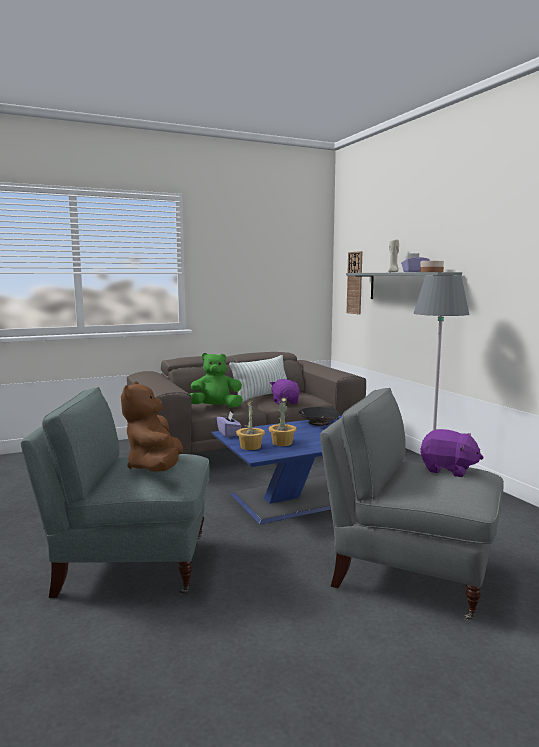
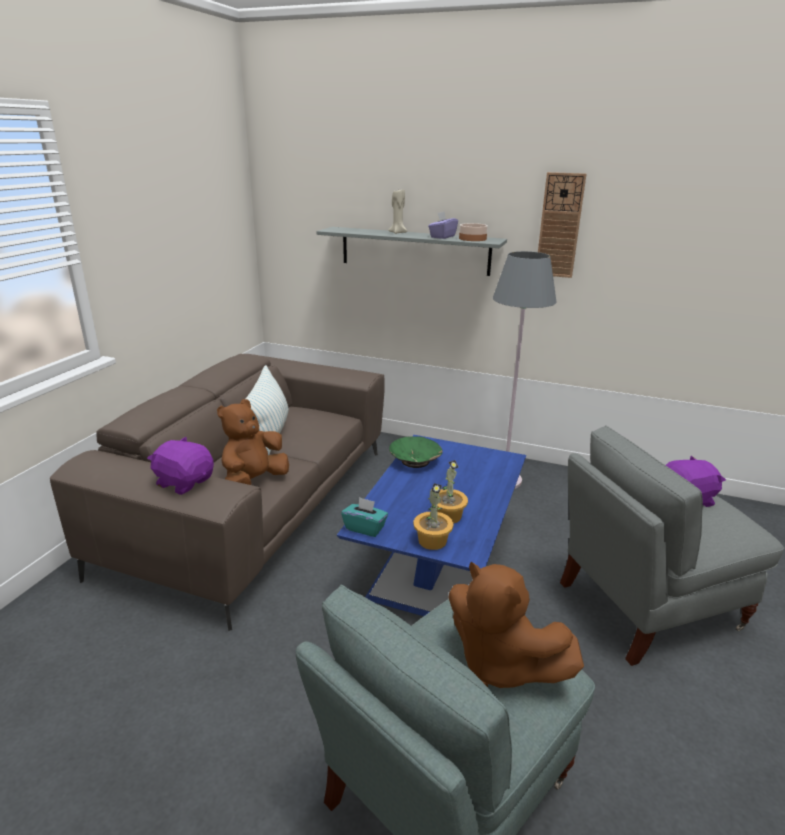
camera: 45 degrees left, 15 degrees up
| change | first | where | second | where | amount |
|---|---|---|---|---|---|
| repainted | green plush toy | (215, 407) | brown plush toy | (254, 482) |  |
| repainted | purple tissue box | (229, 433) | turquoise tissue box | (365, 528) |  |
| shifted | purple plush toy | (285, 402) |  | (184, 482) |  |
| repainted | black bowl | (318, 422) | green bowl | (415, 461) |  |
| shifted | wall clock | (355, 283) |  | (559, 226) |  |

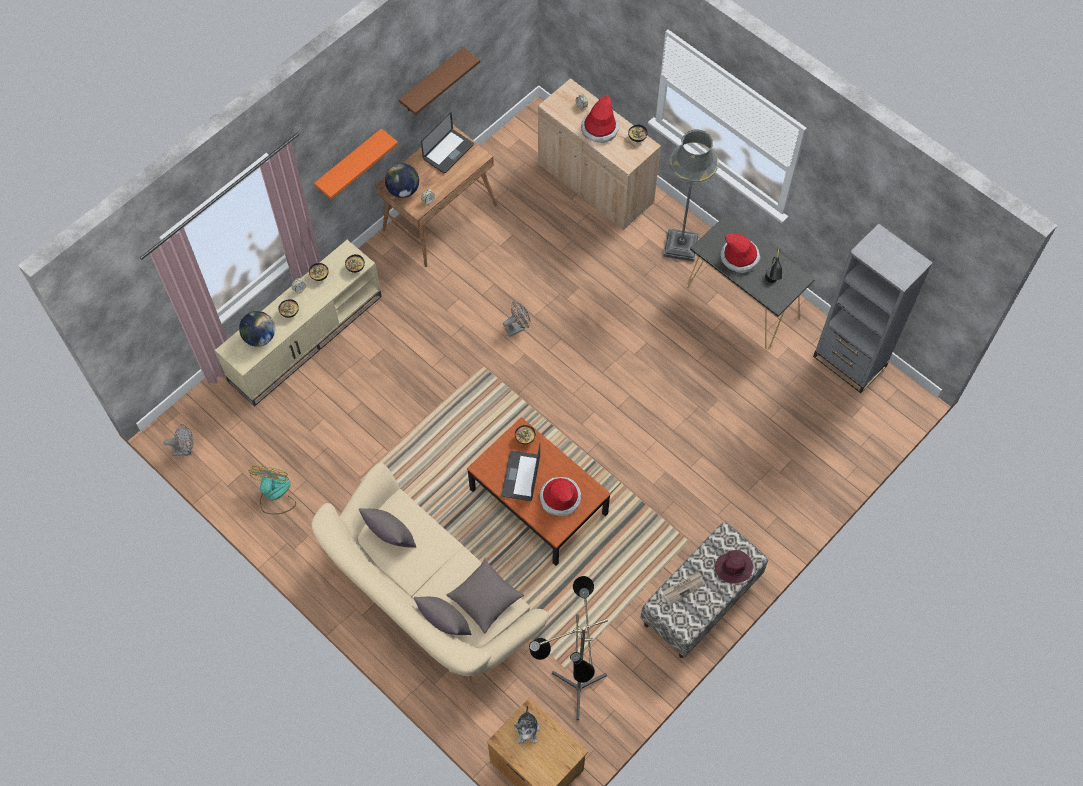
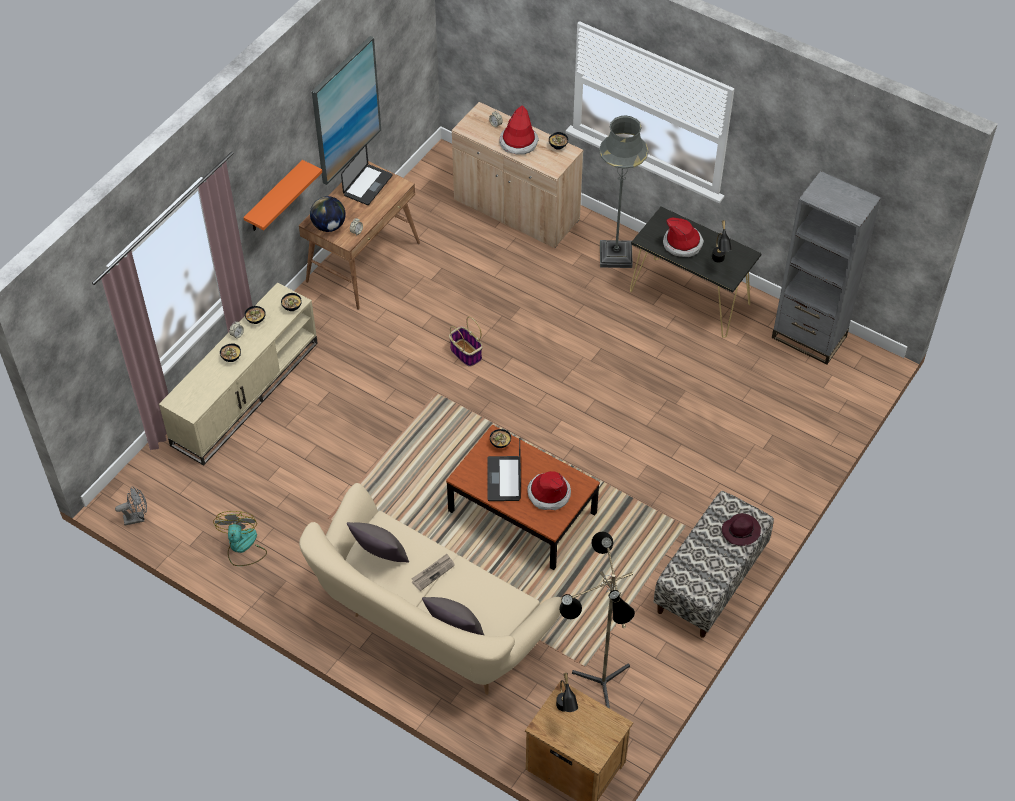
camera: 10 degrees left, 10 degrees down
| change | first | where | second | where | amount |
|---|---|---|---|---|---|
| gone | globe | (260, 337) |  |  |  |
| swapped | brown shelf | (432, 81) | picture | (346, 110) |  |
| gone | grey pillow | (485, 599) |  |  |  |
| swapped | grey fan | (517, 328) | basket | (465, 353) |  |
| swapped | plush toy | (527, 729) | black table lamp | (565, 711) |  |
| shifted | newspaper | (683, 588) |  | (433, 572) |  |

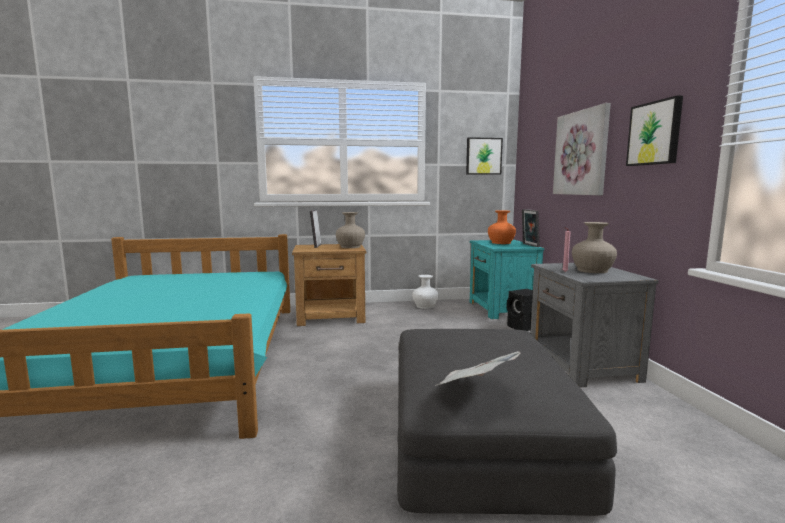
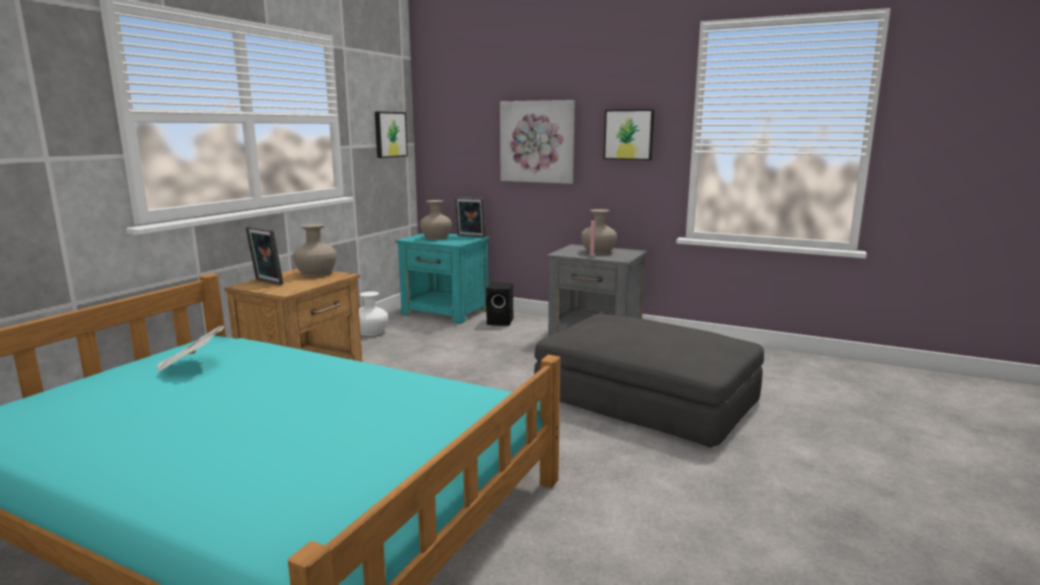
camera: 55 degrees left, 5 degrees up
| change | first | where | second | where | amount |
|---|---|---|---|---|---|
| shifted | newspaper | (475, 389) |  | (190, 366) |  |
| repainted | orange vase | (501, 242) | beige vase | (436, 237) |  |

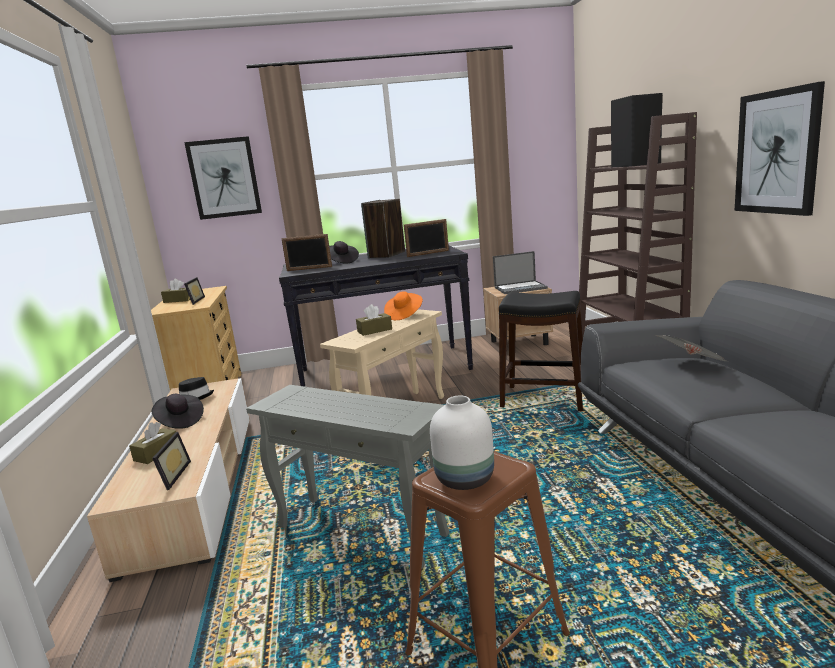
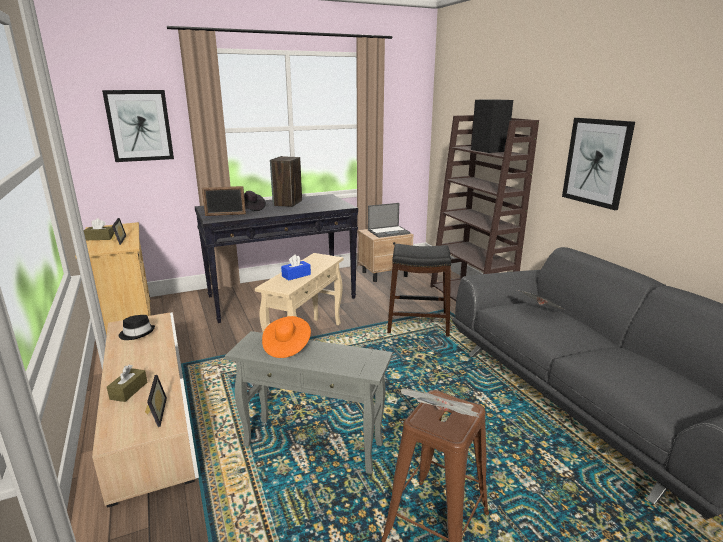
camera: 15 degrees left, 5 degrees up
| change | first | where | second | where | amount |
|---|---|---|---|---|---|
| gone | black hat | (180, 421) |  |  |  |
| repainted | brown tissue box | (374, 330) | blue tissue box | (296, 275) |  |
| shifted | orange hat | (404, 315) |  | (286, 346) |  |
| gone | picture frame | (428, 253) |  |  |  |
| swapped | white vase | (465, 478) | newspaper | (442, 420) |  |

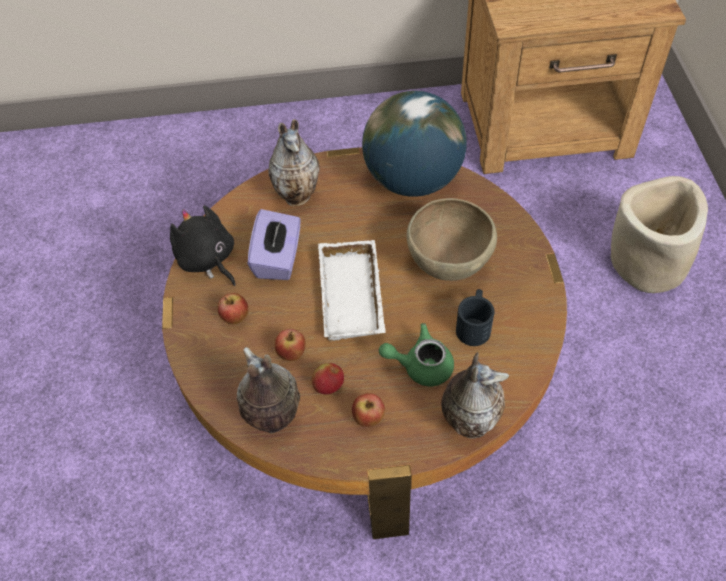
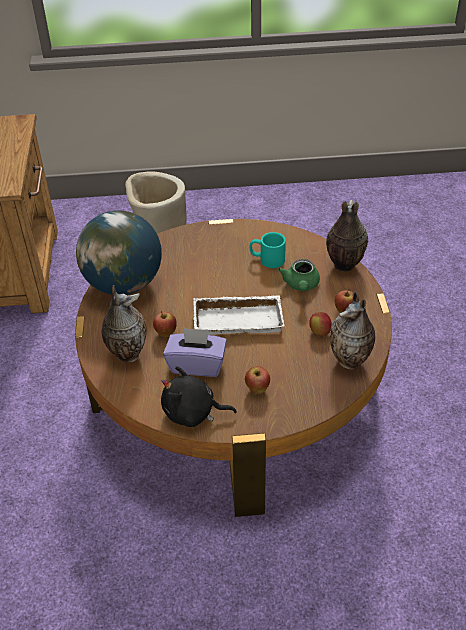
camera: 90 degrees left, 10 degrees down
| change | first | where | second | where | amount |
|---|---|---|---|---|---|
| rotated | black plush toy | (208, 260) |  | (193, 413) | 45 degrees clockwise |
| shifted | apple | (292, 354) |  | (165, 333) |  |
| gone | brown bowl | (448, 263) |  |  |  |
| repainted | black mug | (474, 324) | turquoise mug | (267, 259) |  |

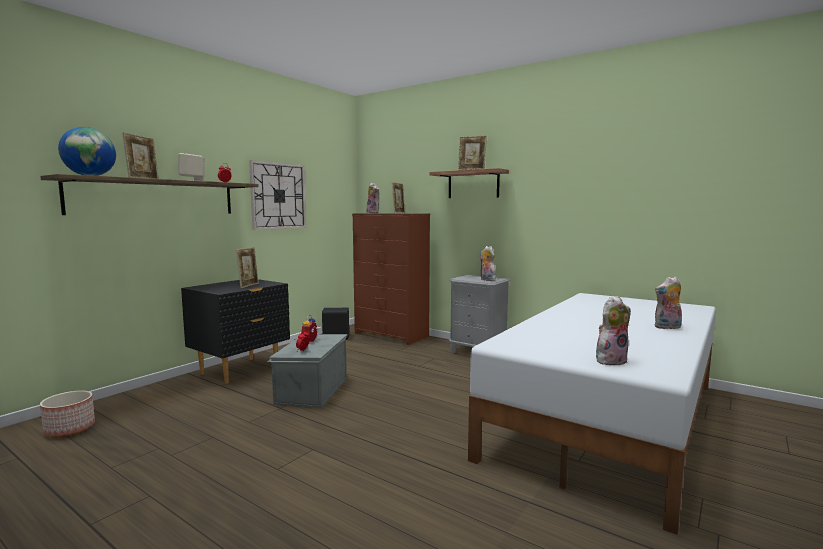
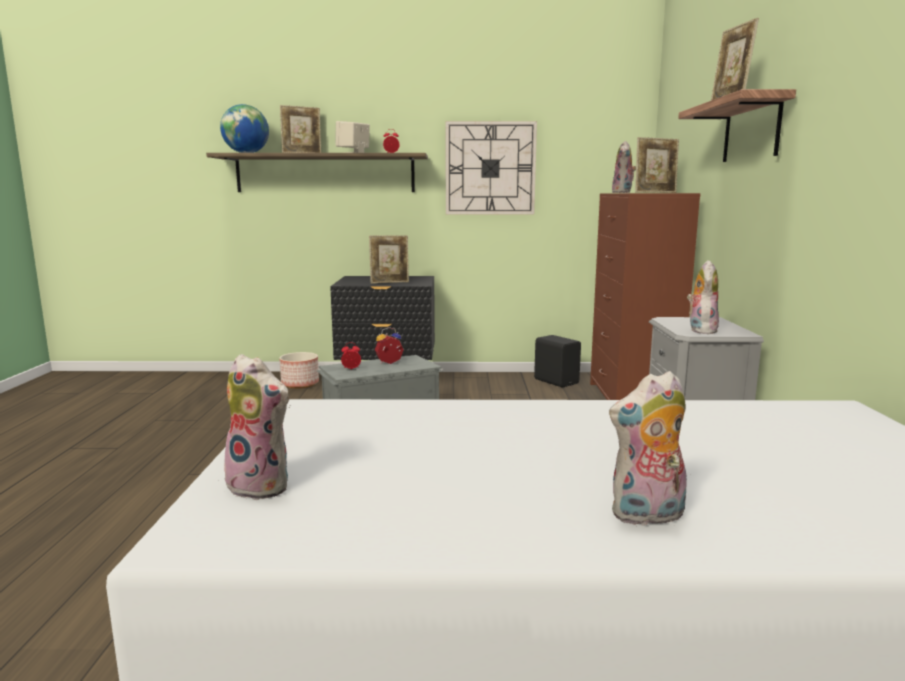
camera: 55 degrees right, 5 degrees up
| change | first | where | second | where | amount |
|---|---|---|---|---|---|
| shifted | planter | (70, 429) |  | (300, 384) |  |
| rotated | plush toy | (667, 327) |  | (647, 516) | 60 degrees counterclockwise |

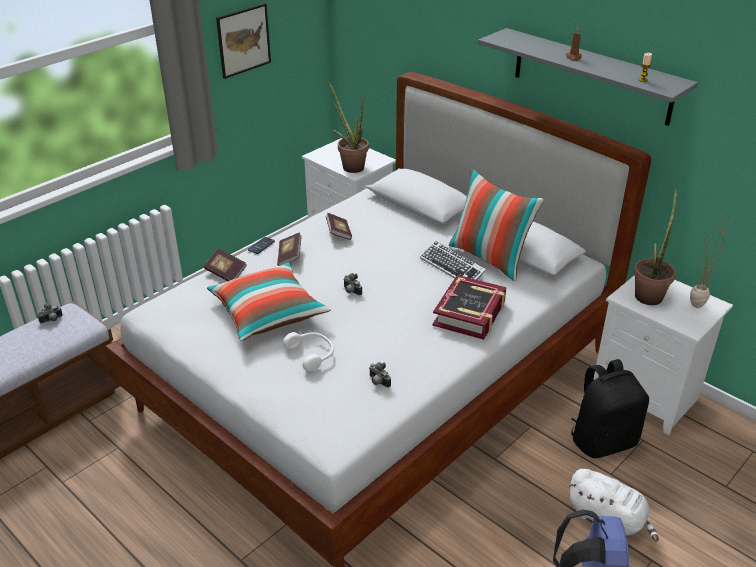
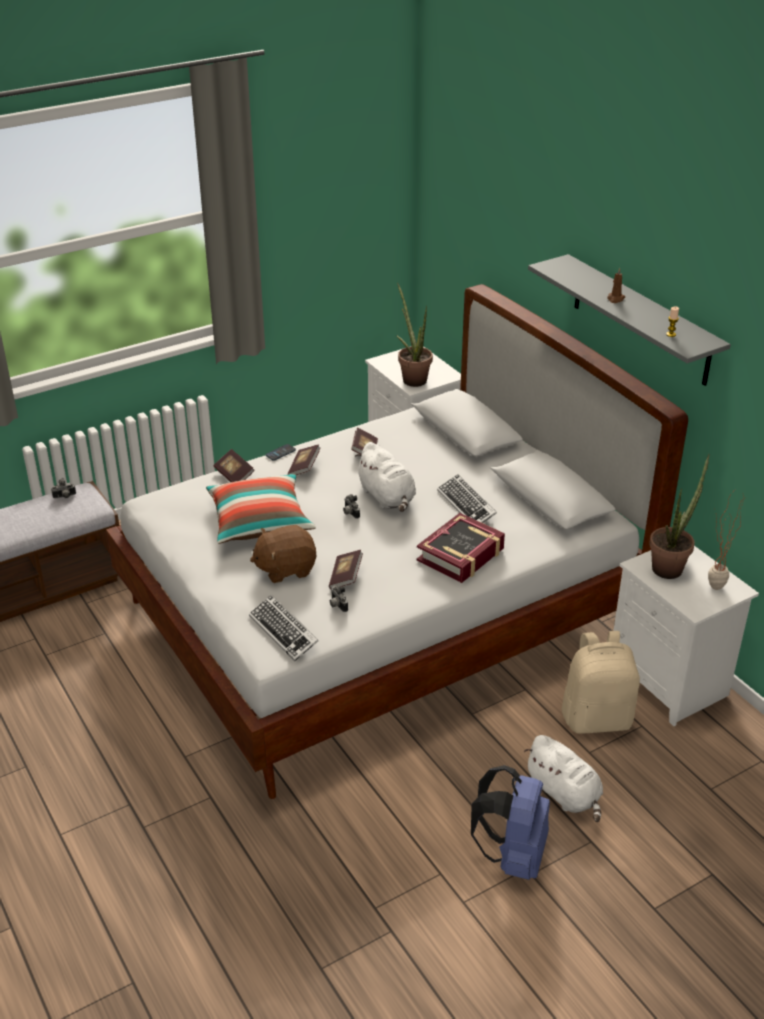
camera: 15 degrees right, 0 degrees up
| change | first | where | second | where | amount |
|---|---|---|---|---|---|
| gone | picture | (243, 40) |  |  |  |
| swapped | white headphones | (312, 354) | brown plush toy | (285, 568) |  |
| gone | pillow | (490, 258) |  |  |  |
| repainted | black backpack | (603, 440) | beige backpack | (597, 718) |  |
| new |  |  | keyboard | (283, 632) |  |
| new |  |  | book | (345, 577) |  |
| new |  |  | white plush toy | (387, 497) |  |

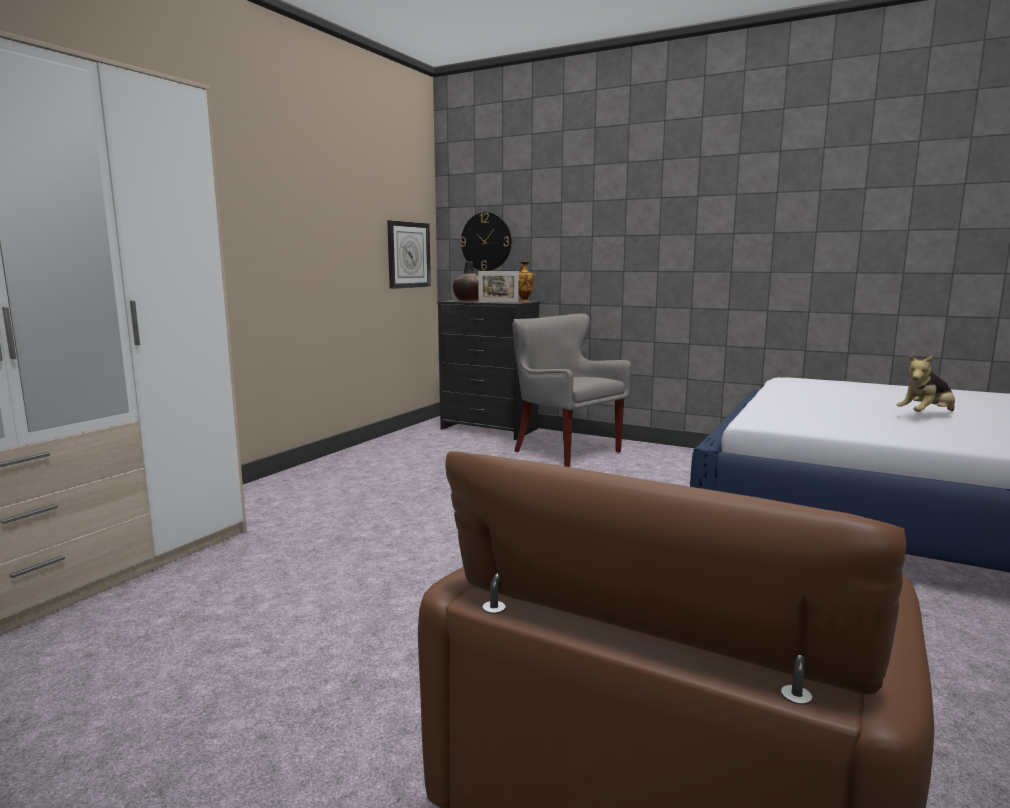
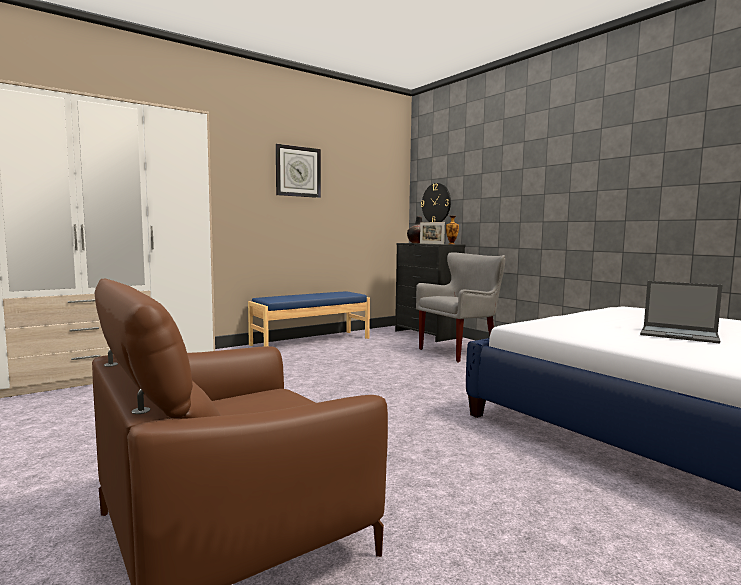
camera: 25 degrees right, 5 degrees down
| change | first | where | second | where | amount |
|---|---|---|---|---|---|
| shifted | wall clock | (408, 255) |  | (298, 171) |  |
| rotated | grey armchair | (564, 451) |  | (460, 352) | 75 degrees clockwise |
| swapped | plush toy | (926, 415) | laptop | (680, 335) |  |
| new |  |  | blue bench | (311, 341) |  |

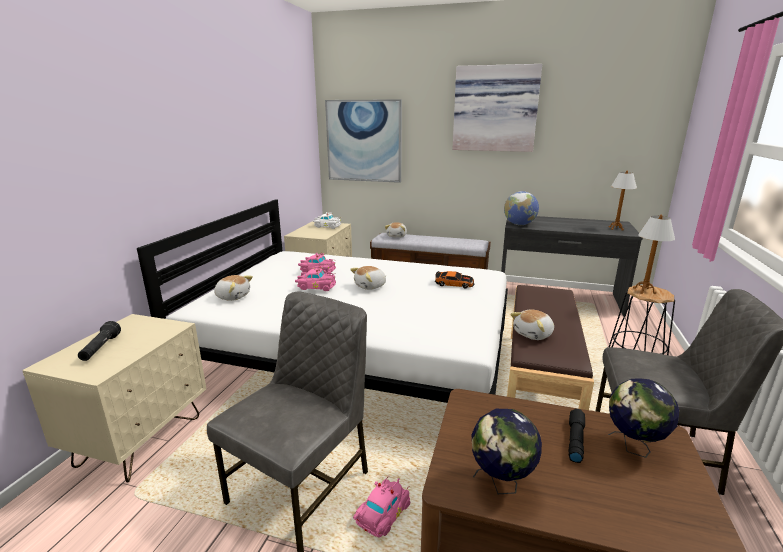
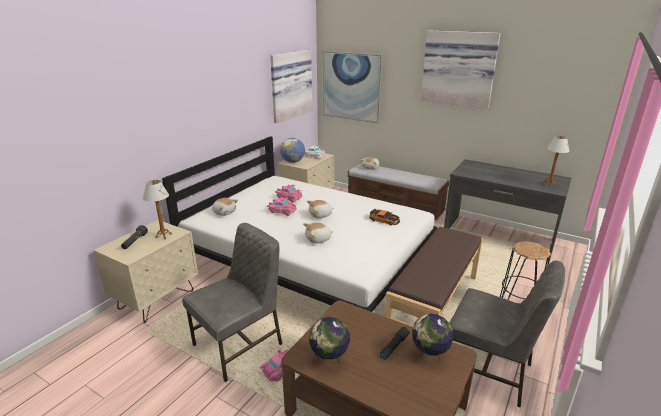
camera: 15 degrees right, 5 degrees up
| change | first | where | second | where | amount |
|---|---|---|---|---|---|
| shifted | globe | (519, 224) |  | (293, 162) |  |
| shifted | plush toy | (534, 334) |  | (318, 239) |  |
| shifted | table lamp | (644, 291) |  | (163, 235) |  |
| new |  |  | picture | (290, 85) |  |

